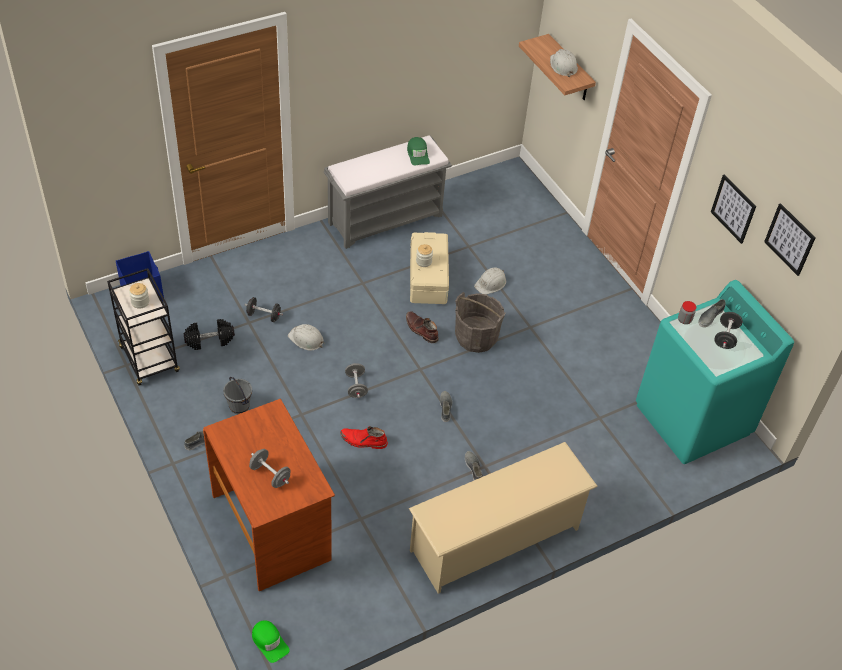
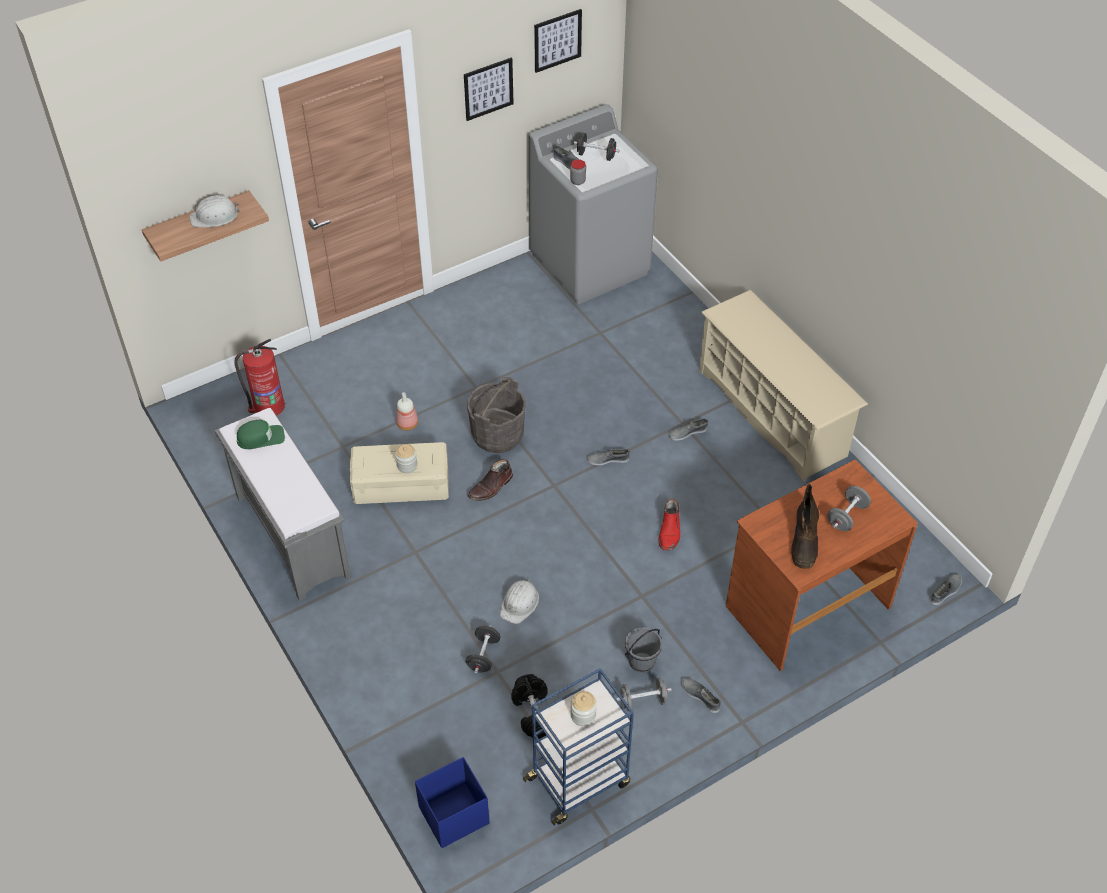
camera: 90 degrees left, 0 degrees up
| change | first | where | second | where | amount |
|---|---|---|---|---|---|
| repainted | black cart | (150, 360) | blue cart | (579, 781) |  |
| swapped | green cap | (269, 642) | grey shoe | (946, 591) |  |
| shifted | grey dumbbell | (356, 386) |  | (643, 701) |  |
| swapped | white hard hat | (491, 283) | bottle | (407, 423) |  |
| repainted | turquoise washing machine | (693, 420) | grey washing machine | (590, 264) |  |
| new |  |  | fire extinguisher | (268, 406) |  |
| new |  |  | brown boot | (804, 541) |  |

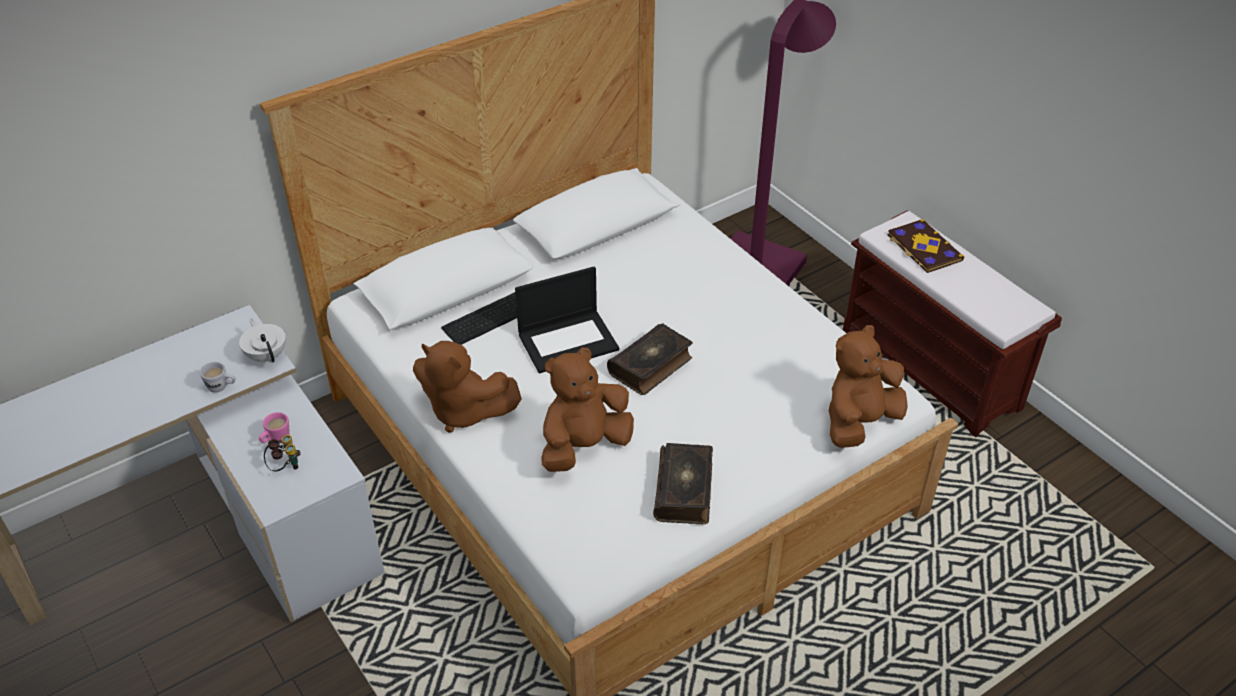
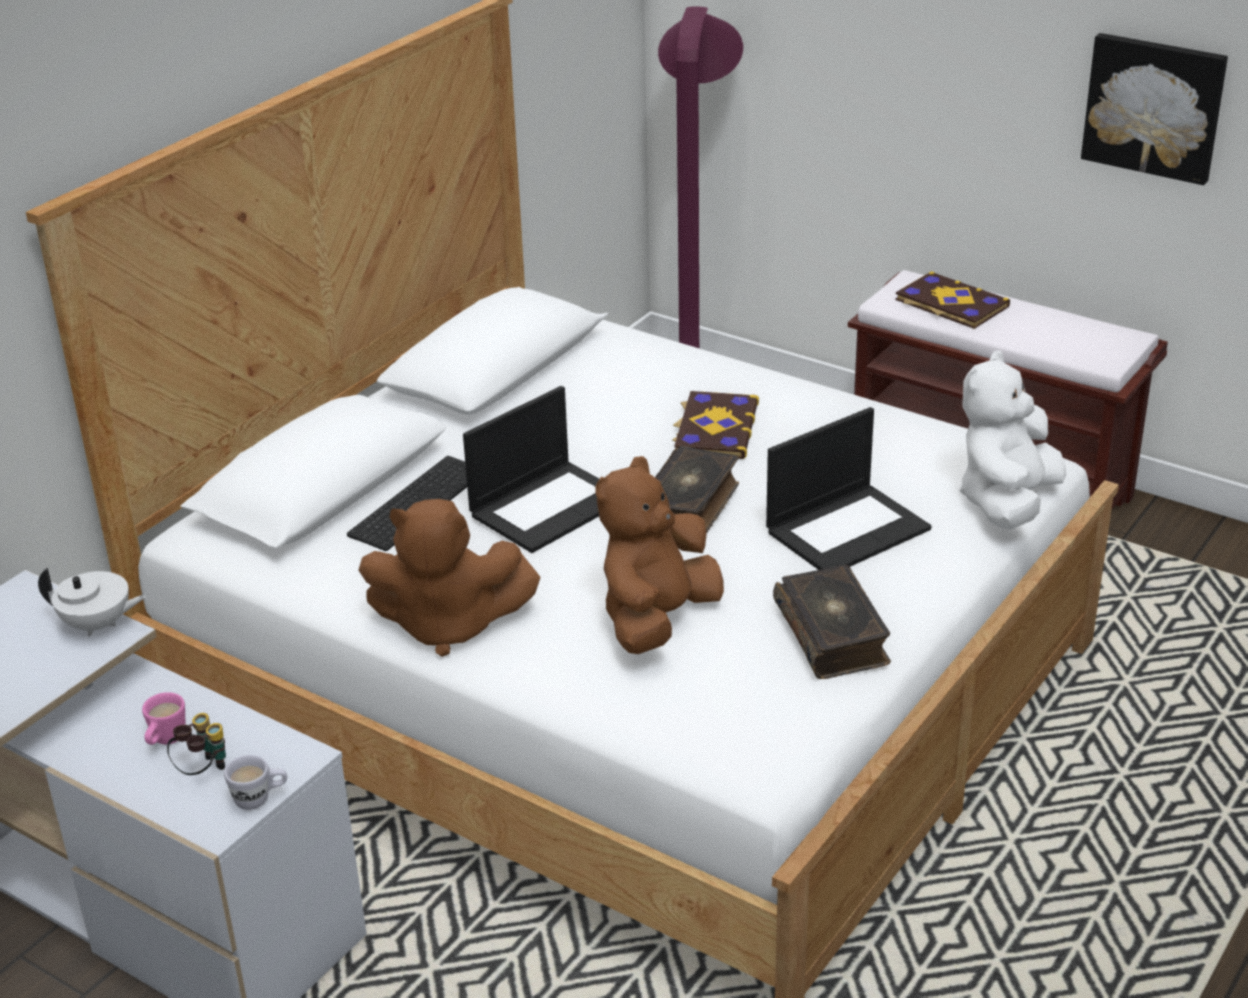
camera: 20 degrees left, 10 degrees down
| change | first | where | second | where | amount |
|---|---|---|---|---|---|
| shifted | white mug | (222, 387) |  | (260, 799) |  |
| rotated | white teapot | (267, 355) |  | (98, 625) | 150 degrees clockwise |
| repainted | brown plush toy | (859, 422) | white plush toy | (1007, 503) |  |
| new |  |  | book | (715, 428) |  |
| new |  |  | laptop | (848, 529) |  |
| new |  |  | picture | (1154, 106) |  |

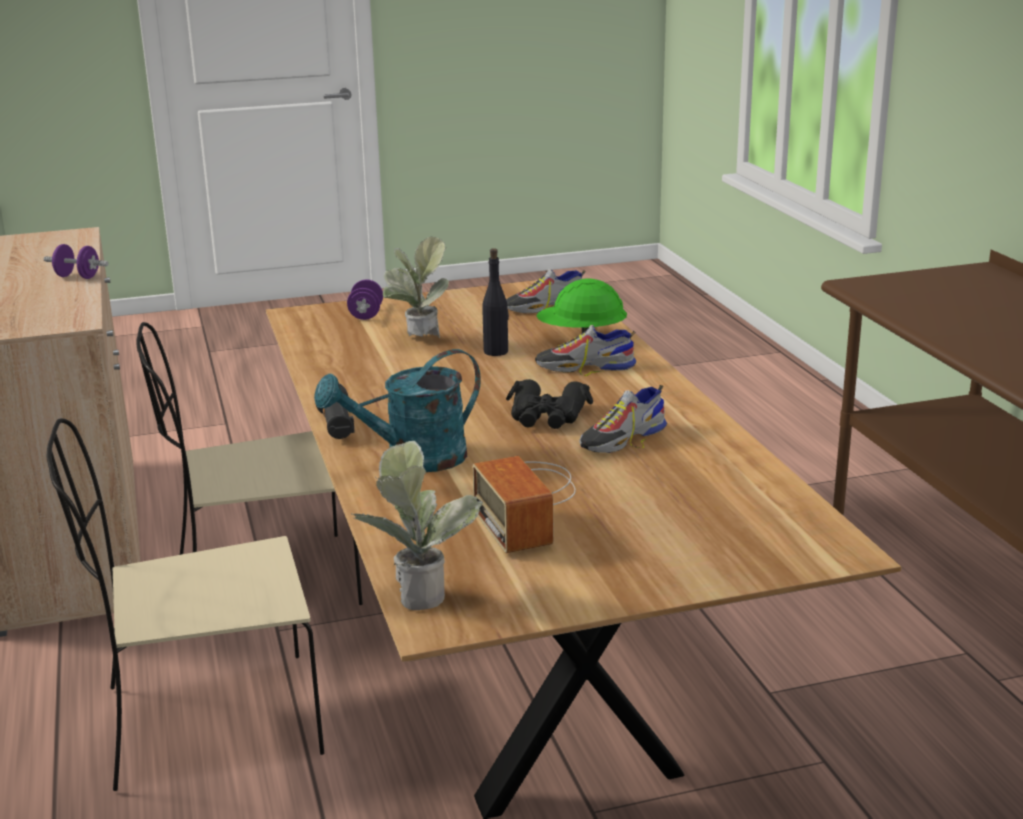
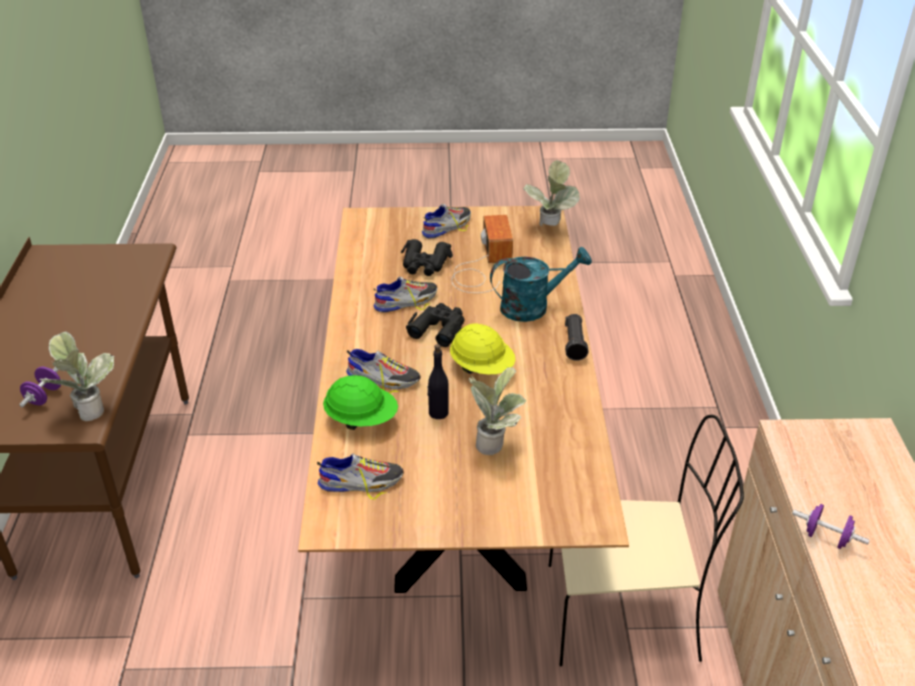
camera: 165 degrees left, 15 degrees up
| change | first | where | second | where | amount |
|---|---|---|---|---|---|
| gone | beige chair | (206, 722) |  |  |  |
| shifted | purple dumbbell | (366, 315) |  | (44, 396) |  |
| new |  |  | potted plant | (87, 408) |  |
| new |  |  | black binoculars | (425, 264) |  |
| new |  |  | shoe | (447, 226) |  |
| new |  |  | yellow hard hat | (482, 368) |  |

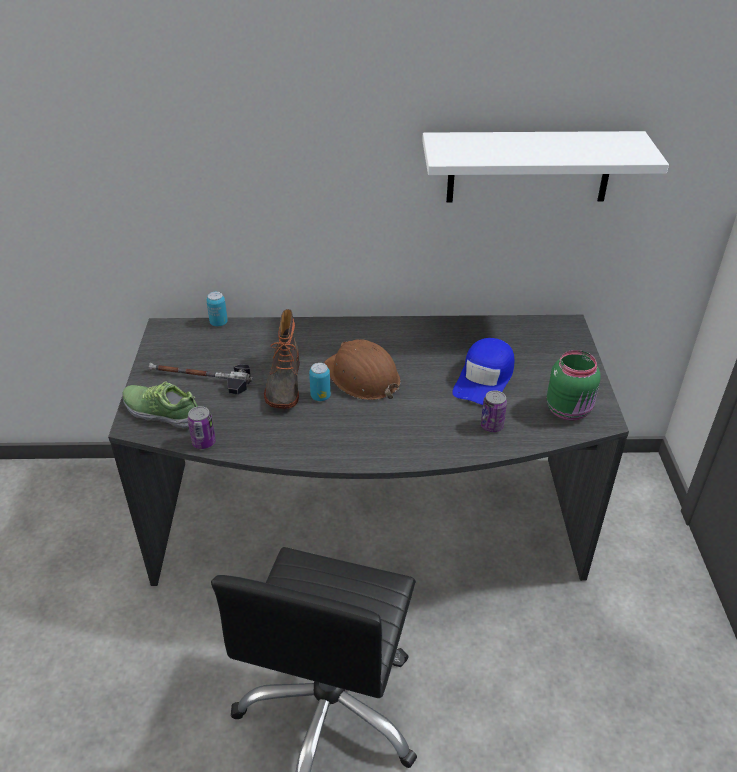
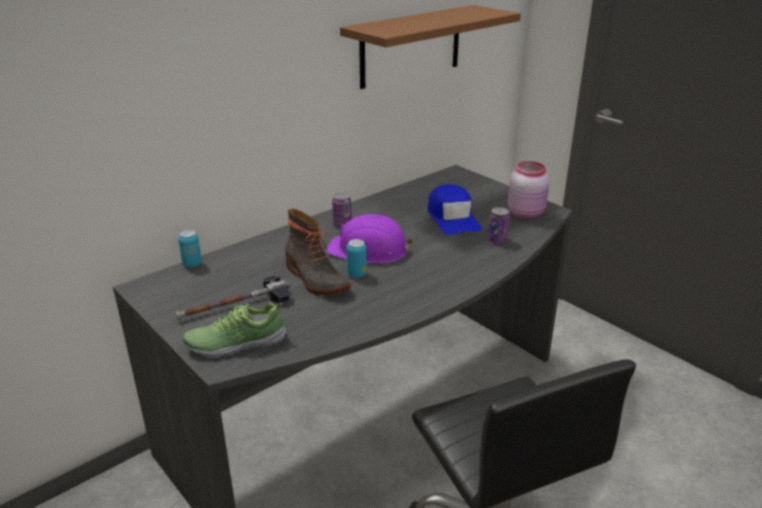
camera: 40 degrees left, 10 degrees down
| change | first | where | second | where | amount |
|---|---|---|---|---|---|
| shifted | can | (204, 442) |  | (342, 224) |  |
| repainted | brown hard hat | (362, 377) | purple hard hat | (369, 250) |  |
| repainted | white shelf | (529, 167) | brown shelf | (411, 46) |  |
| repainted | green jar | (569, 410) | pink jar | (526, 213) |  |

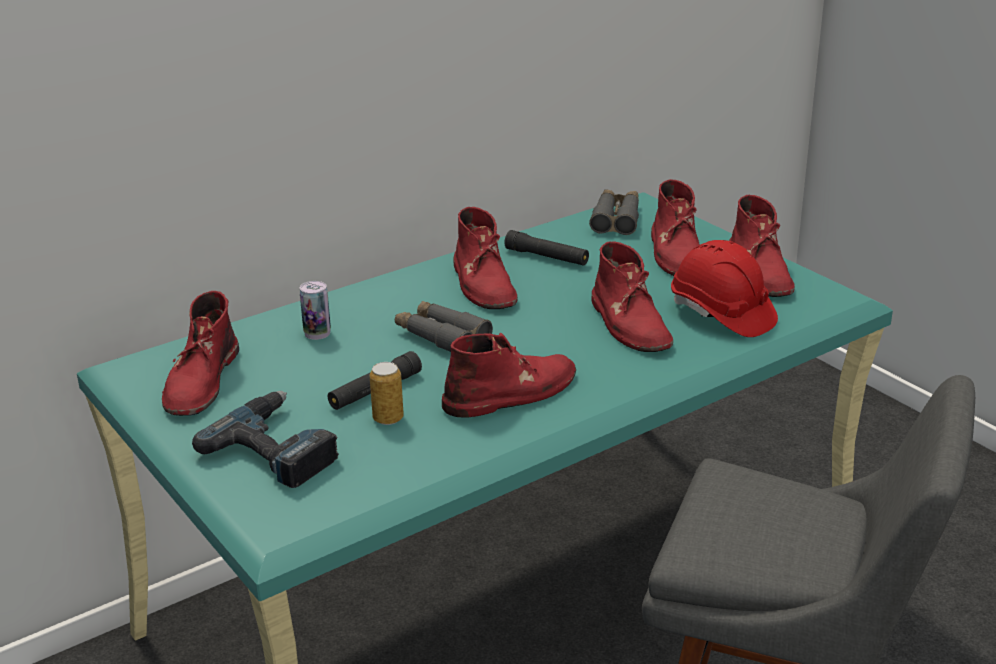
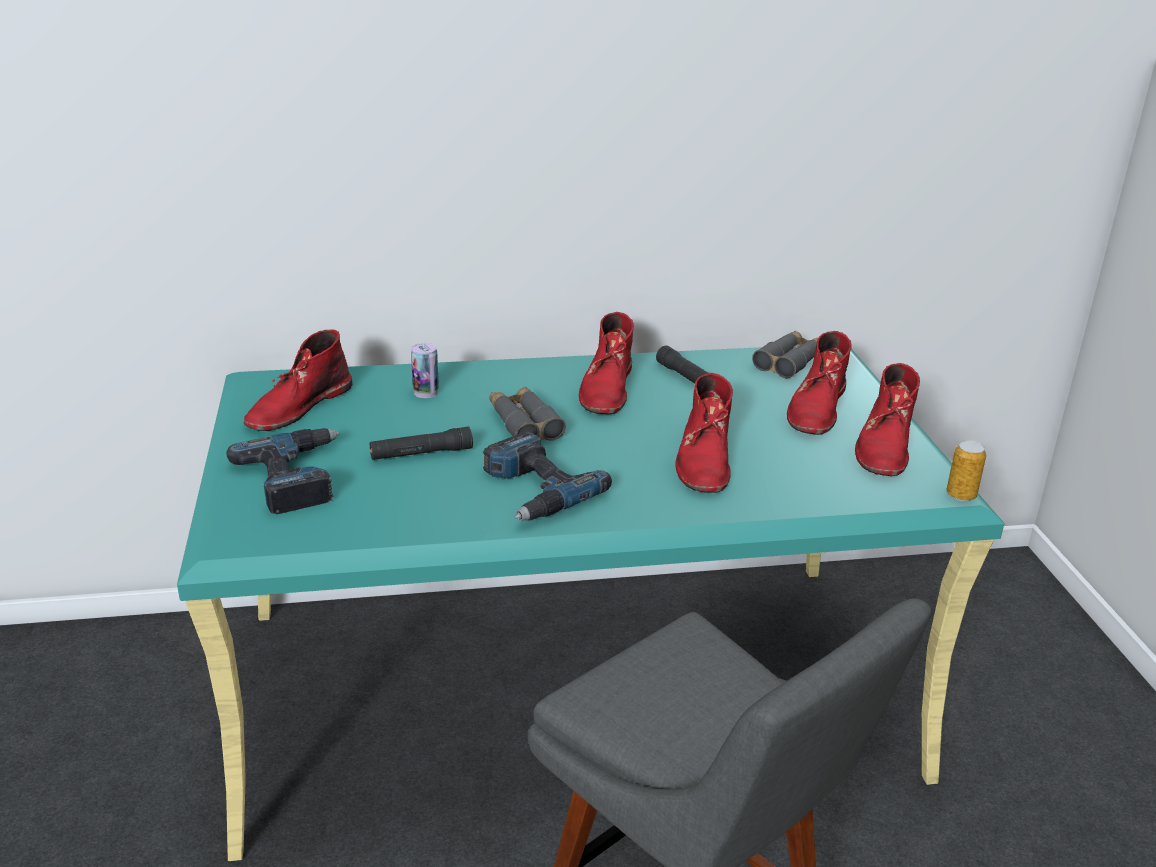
camera: 25 degrees right, 0 degrees up
| change | first | where | second | where | amount |
|---|---|---|---|---|---|
| shifted | can | (388, 418) |  | (961, 495) |  |
| swapped | red boot | (512, 393) | power drill | (533, 490) |  |
| gone | red hard hat | (721, 314) |  |  |  |

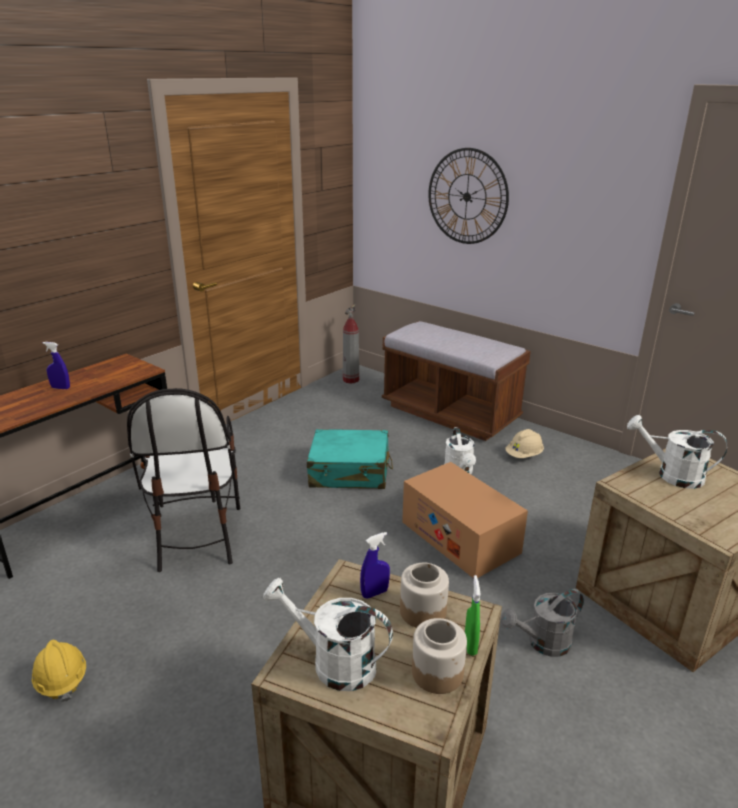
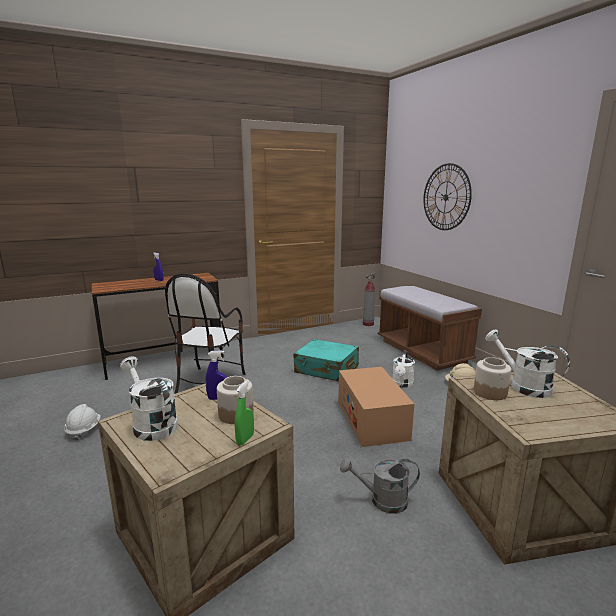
camera: 25 degrees right, 10 degrees down
| change | first | where | second | where | amount |
|---|---|---|---|---|---|
| repainted | yellow hard hat | (61, 680) | white hard hat | (84, 430) |  |
| shifted | jar | (437, 672) |  | (490, 392) |  |

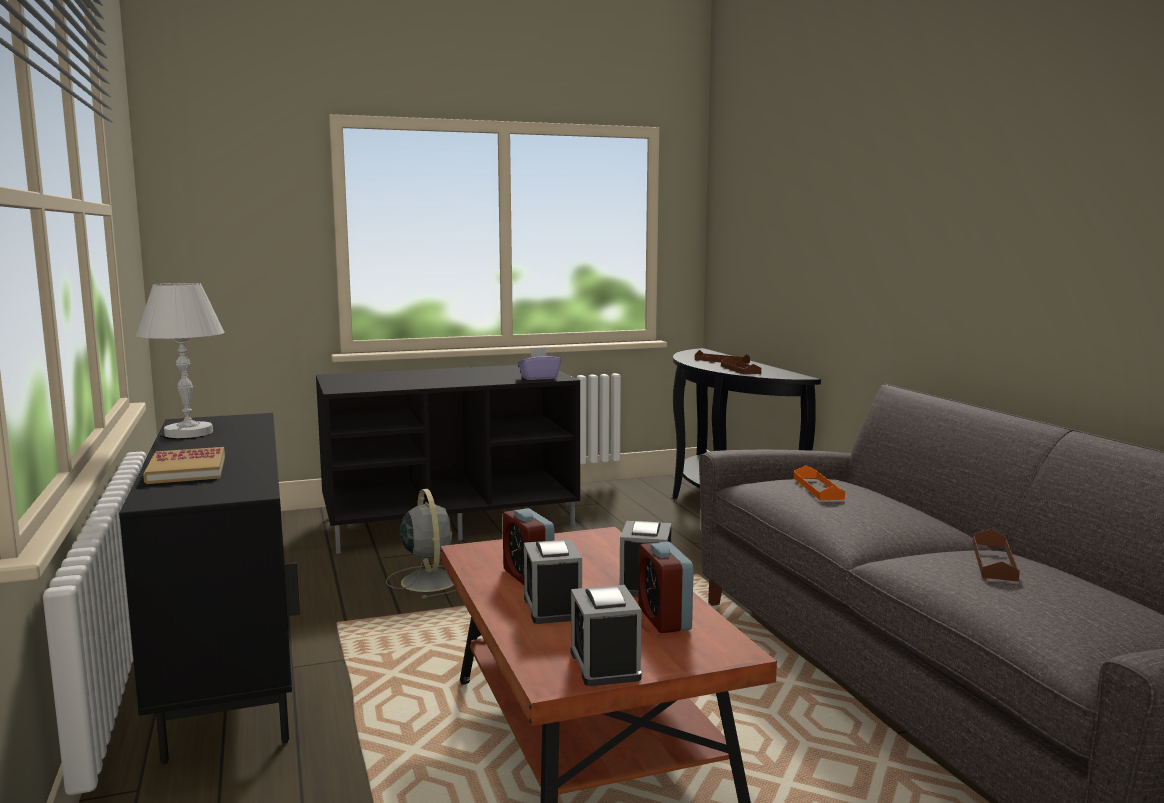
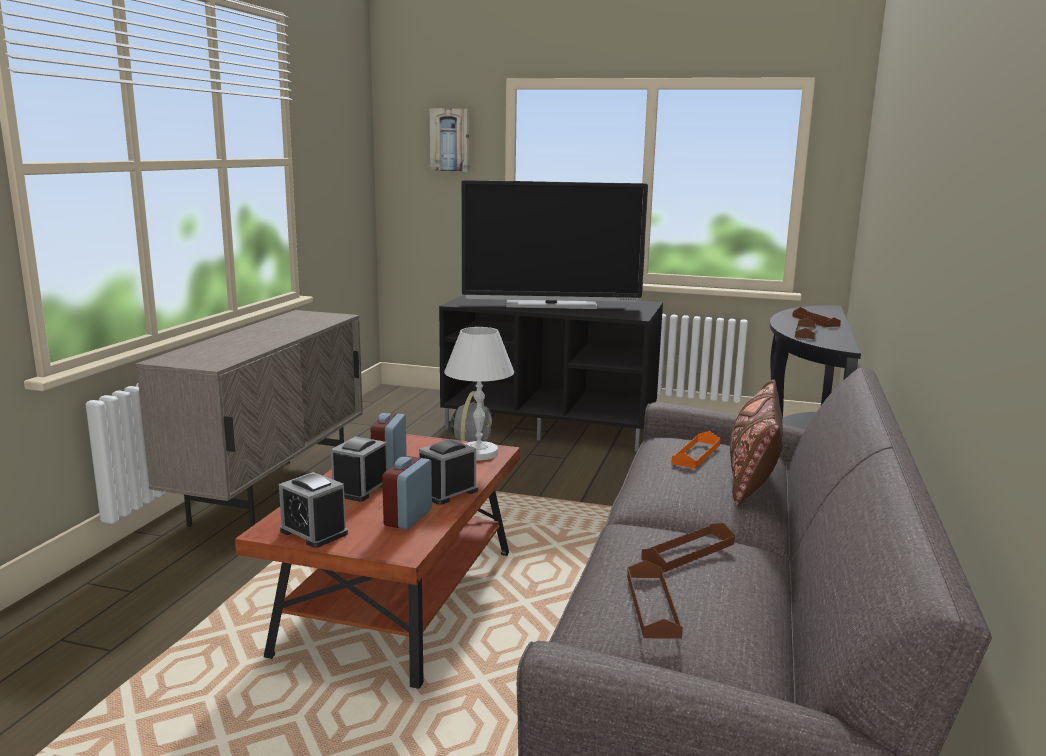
camera: 35 degrees right, 5 degrees up
| change | first | where | second | where | amount |
|---|---|---|---|---|---|
| repainted | black cabinet | (230, 686) | beige cabinet | (273, 495) |  |
| shifted | white table lamp | (189, 433) |  | (479, 453) |  |
| gone | book | (186, 470) |  |  |  |
| gone | purple tissue box | (539, 378) |  |  |  |
| rotated | alarm clock | (604, 665) |  | (313, 532) | 75 degrees counterclockwise |
| new |  |  | picture | (450, 140) |  |
| new |  |  | television | (551, 305) |  |
| new |  |  | brown tray | (652, 605) |  |
| new |  |  | brown pillow | (752, 474) |  |

